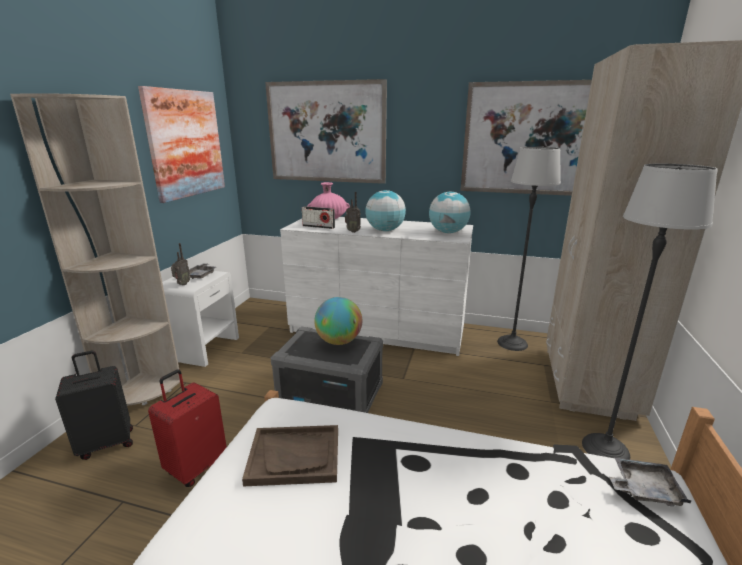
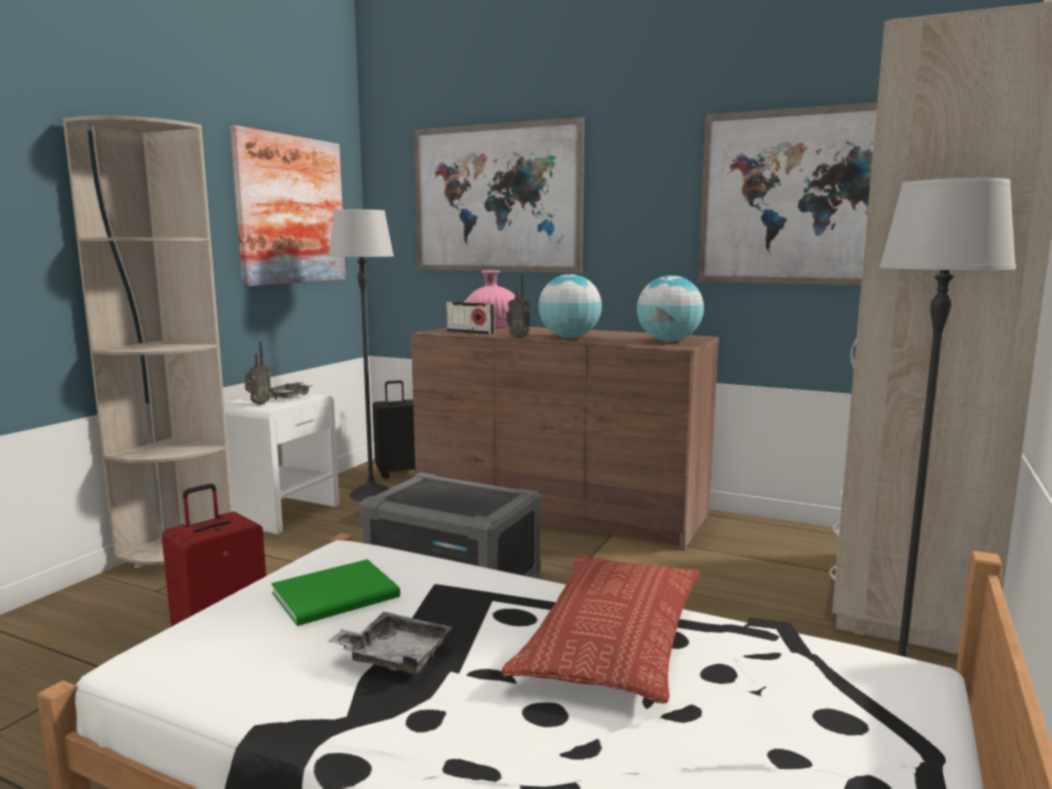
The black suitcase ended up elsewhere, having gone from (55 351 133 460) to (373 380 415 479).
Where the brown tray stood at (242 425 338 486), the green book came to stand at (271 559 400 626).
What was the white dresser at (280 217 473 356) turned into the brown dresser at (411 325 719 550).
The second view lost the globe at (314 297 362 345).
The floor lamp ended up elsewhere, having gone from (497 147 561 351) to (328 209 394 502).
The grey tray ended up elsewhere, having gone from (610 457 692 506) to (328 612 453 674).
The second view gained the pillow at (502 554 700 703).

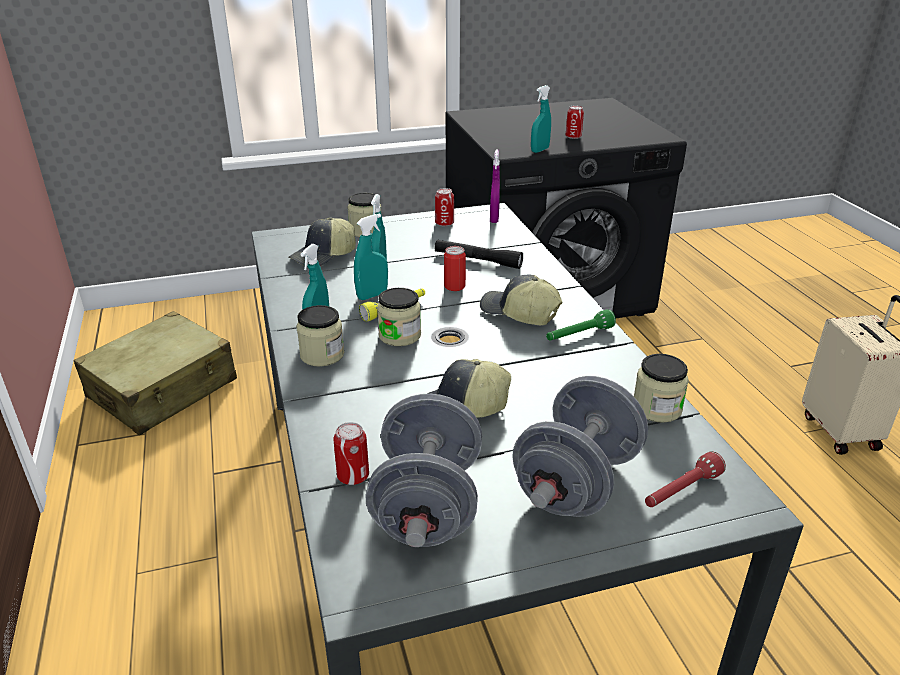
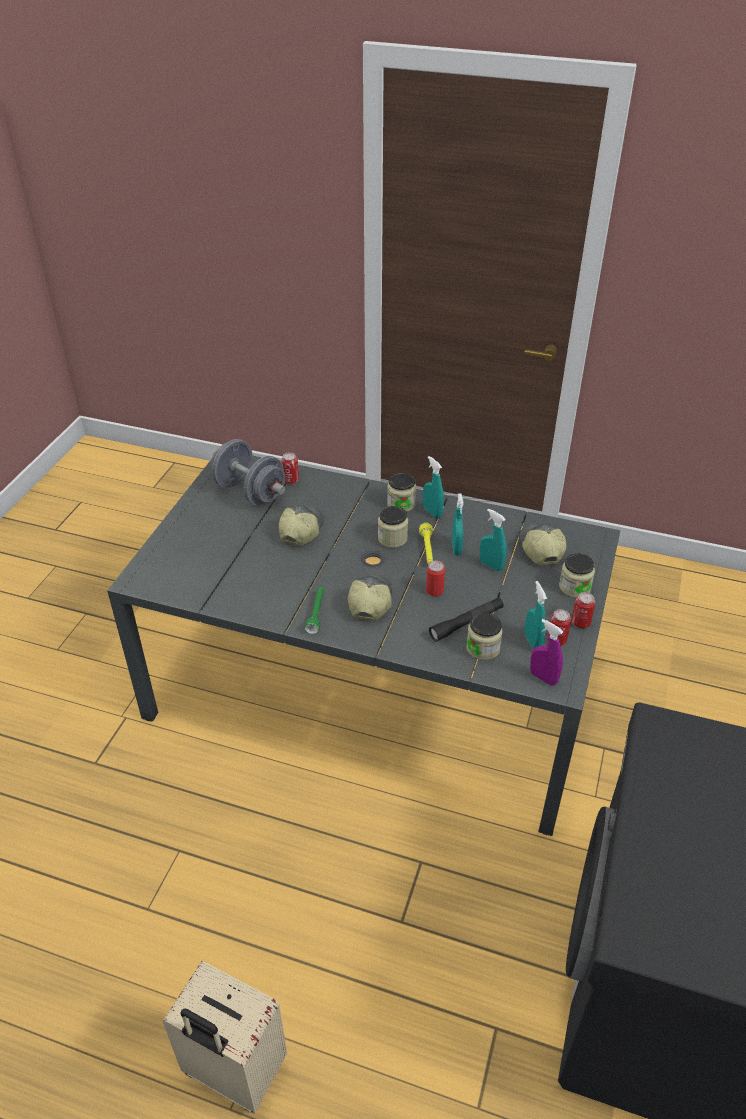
The second view lost the beige suitcase at (74 311 237 435).
The cap at (480 275 562 326) ended up facing another way, 60 degrees counterclockwise from before.
The second view lost the grey dumbbell at (512 376 648 517).
The turquoise spray bottle ended up elsewhere, having gone from (531 85 551 153) to (525 581 547 649).
The can ended up elsewhere, having gone from (566 106 584 139) to (571 592 595 628).
The jar ended up elsewhere, having gone from (634 354 689 423) to (466 613 503 660).
The second view lost the red flashlight at (645 451 726 507).

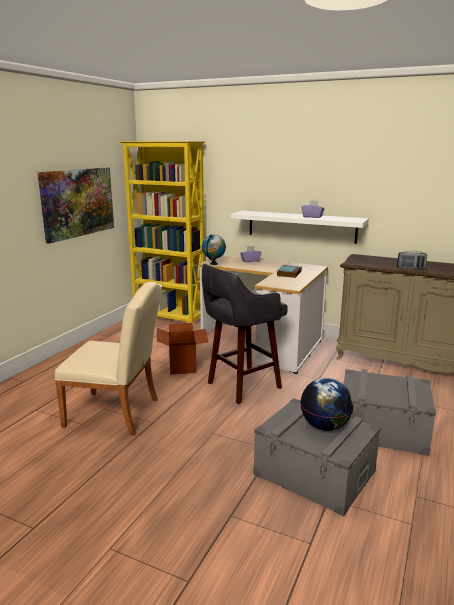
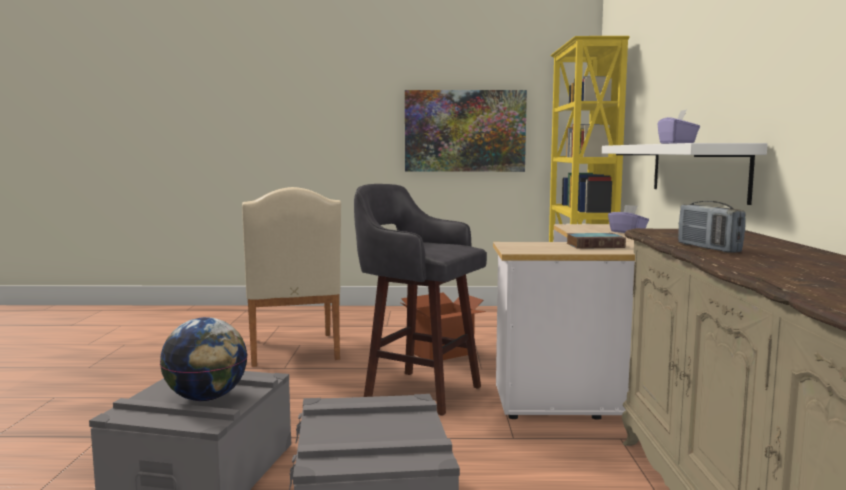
The second view lost the globe at (202 235 226 265).

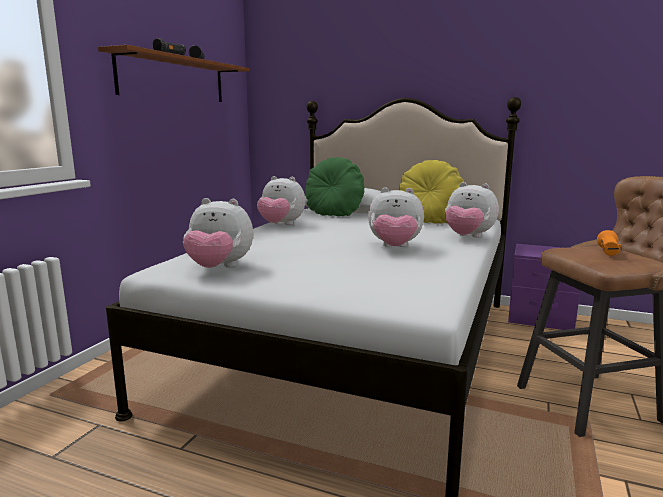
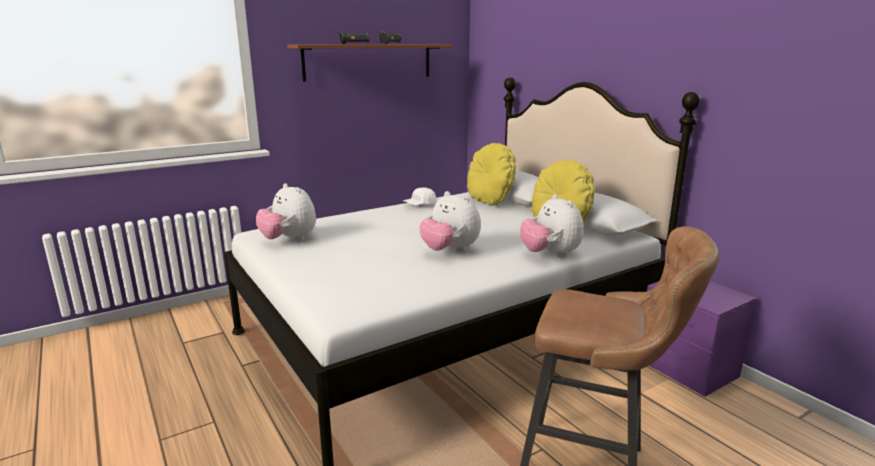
Where the plush toy stood at (257 176 305 225), the white cap came to stand at (403 188 436 205).
What was the green pillow at (305 157 364 216) turned into the yellow pillow at (467 143 516 205).
The second view lost the orange flashlight at (597 230 621 256).

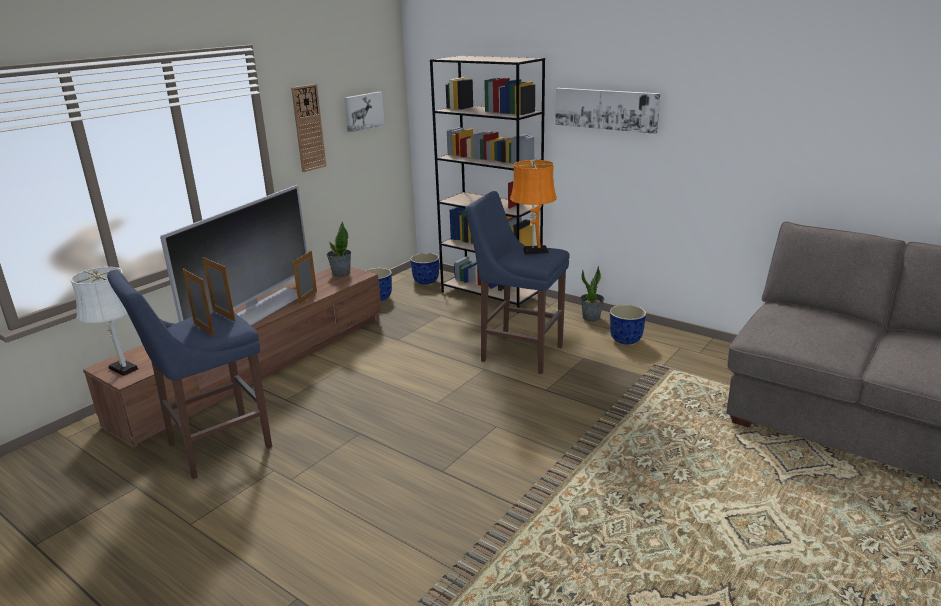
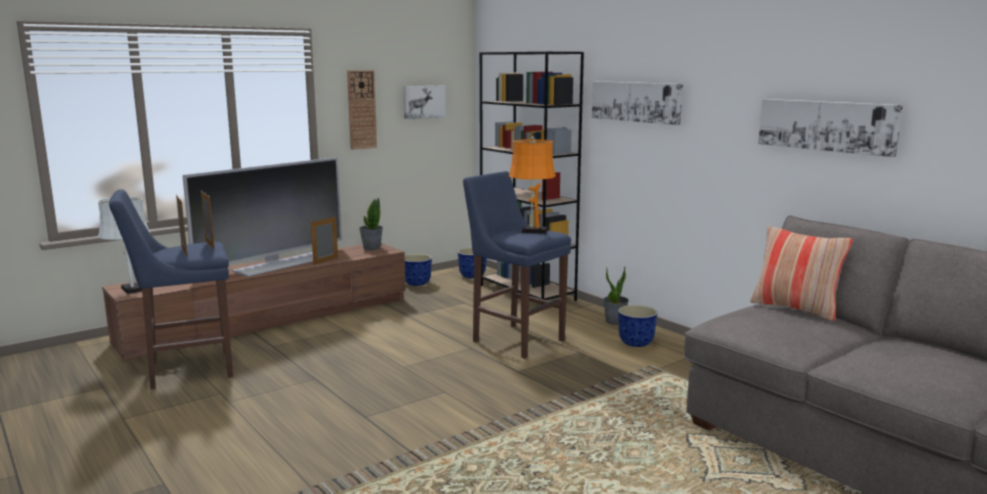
The second view gained the pillow at (750 226 853 321).
The second view gained the picture at (758 99 903 157).

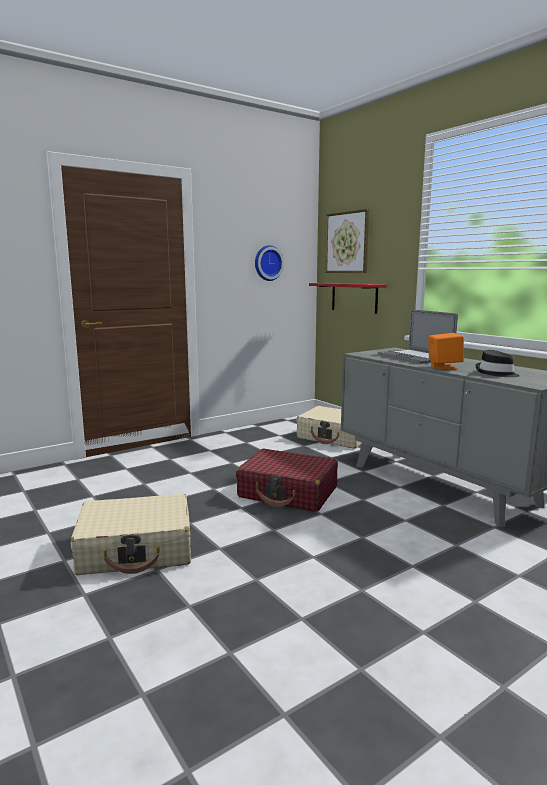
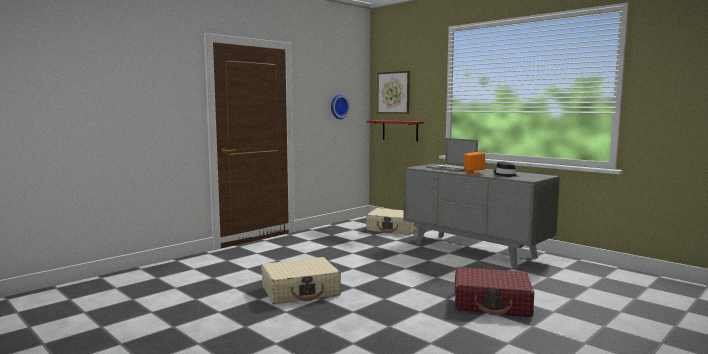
The red suitcase ended up elsewhere, having gone from (236 449 338 512) to (455 267 534 317).

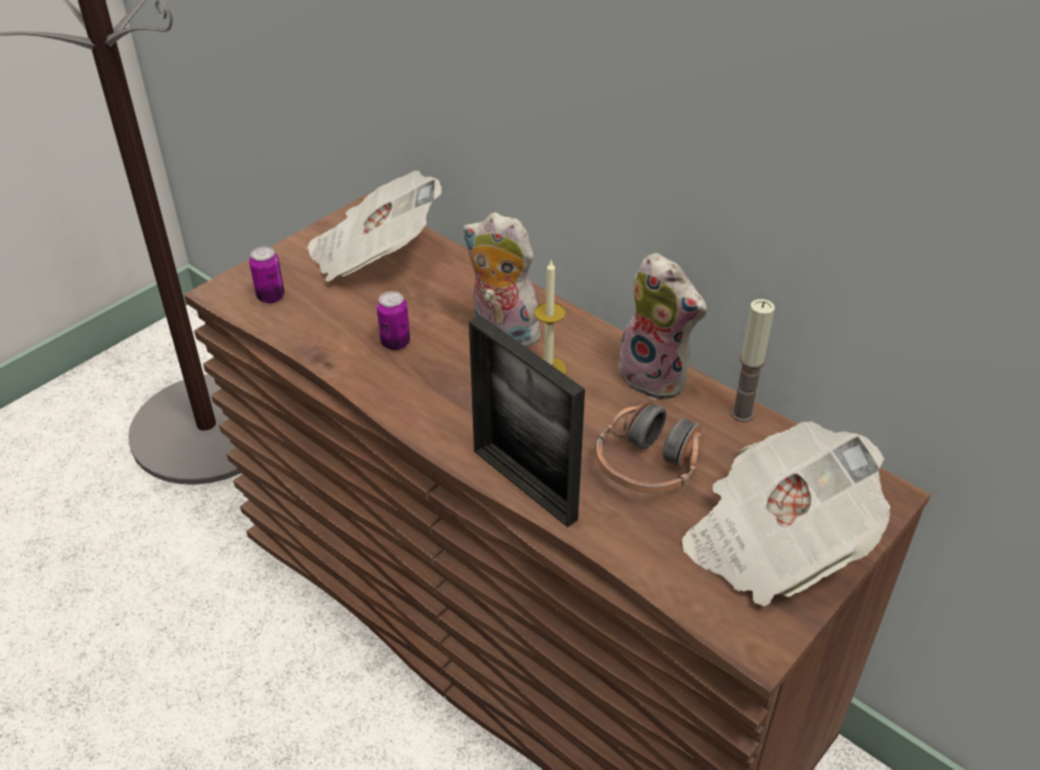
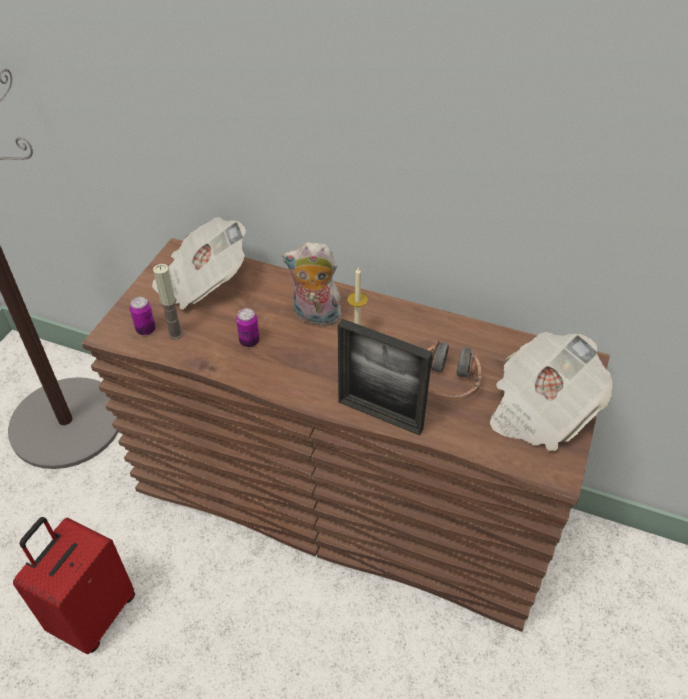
The second view lost the plush toy at (617 253 707 400).
The candle ended up elsewhere, having gone from (731 299 775 422) to (153 264 183 340).
The second view gained the red suitcase at (13 517 135 654).

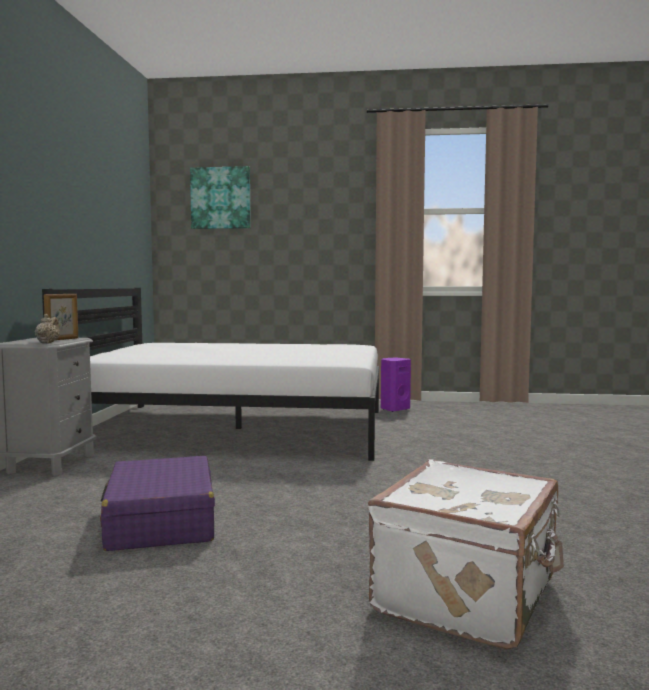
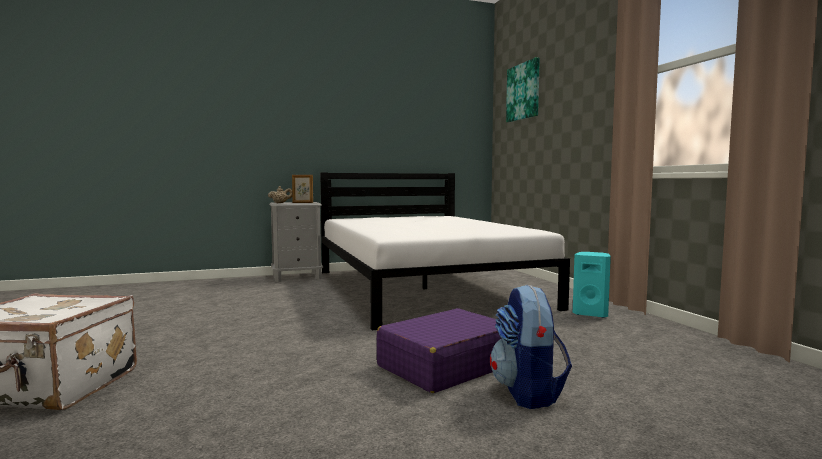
The purple suitcase ended up elsewhere, having gone from (100 456 215 551) to (377 308 502 393).
What was the purple speaker at (381 358 411 412) turned into the turquoise speaker at (573 252 611 318).
The second view gained the backpack at (490 285 572 409).

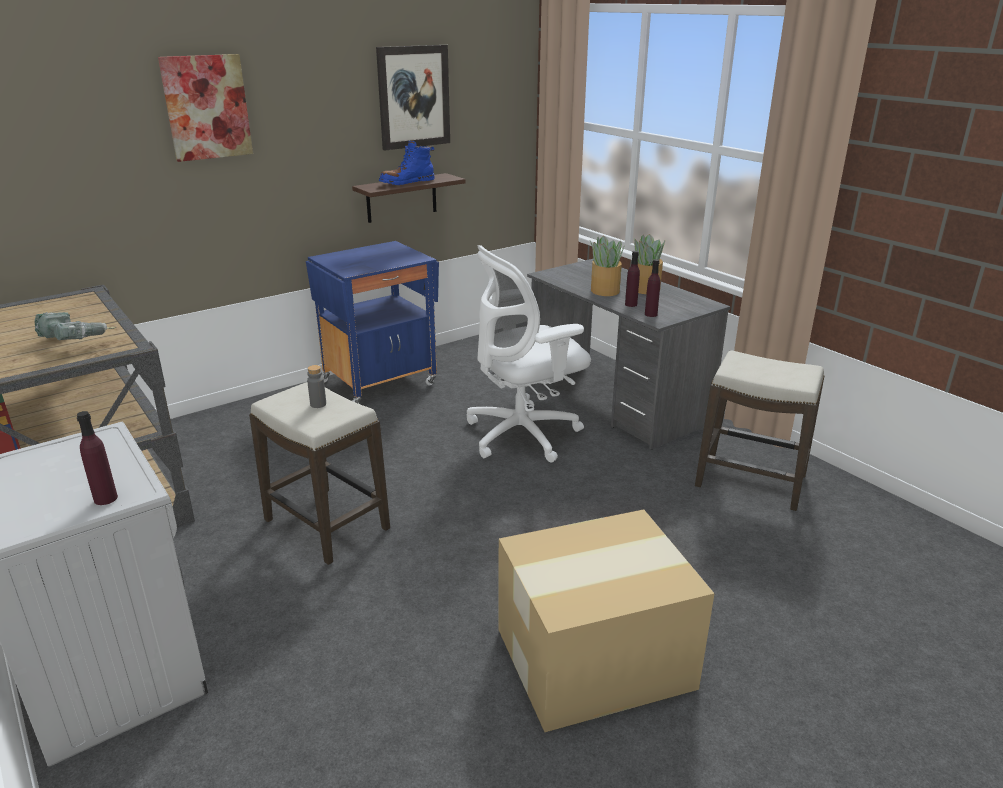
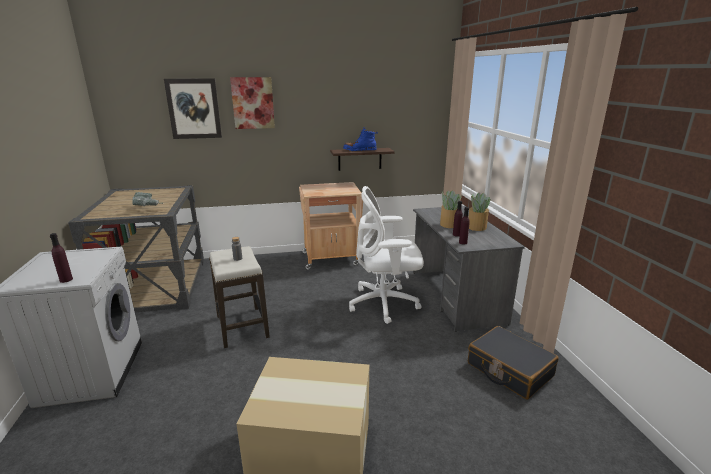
What was the blue cart at (306 241 439 404) turned into the brown cart at (299 182 363 269).
The picture ended up elsewhere, having gone from (376 45 450 150) to (164 78 222 139).
Where the stool stood at (695 351 824 511), the black suitcase came to stand at (468 326 559 400).

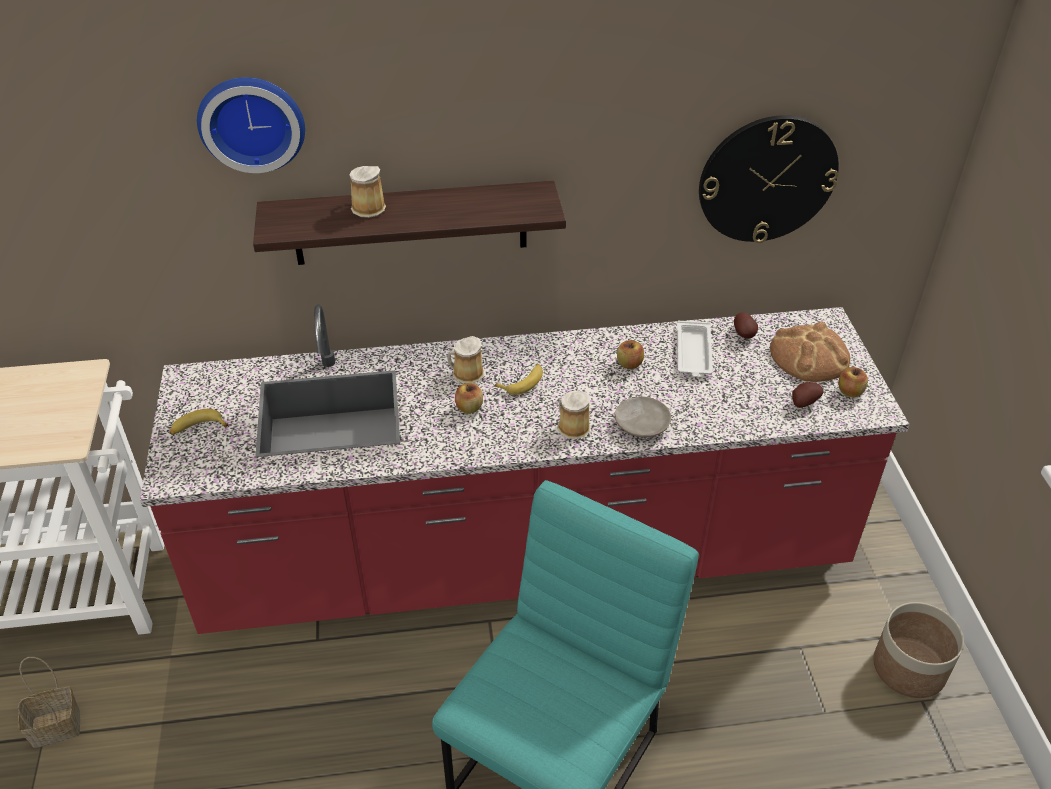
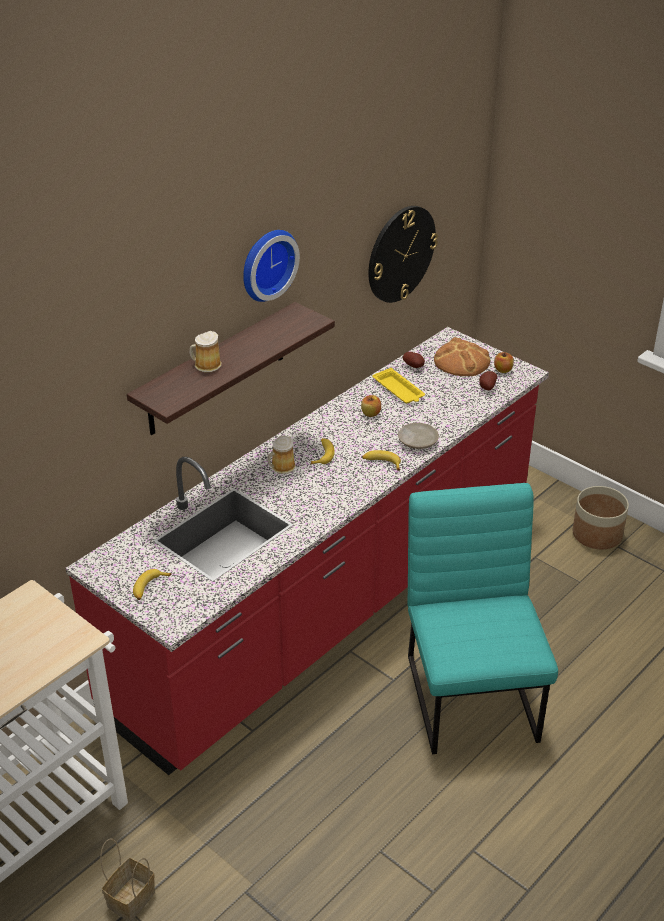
The wall clock ended up elsewhere, having gone from (197 77 305 173) to (243 230 300 302).
The second view lost the apple at (455 383 483 414).
Where the mug stood at (557 391 590 439), the banana came to stand at (362 450 401 471).
What was the white tray at (677 321 713 377) turned into the yellow tray at (372 368 425 403).

